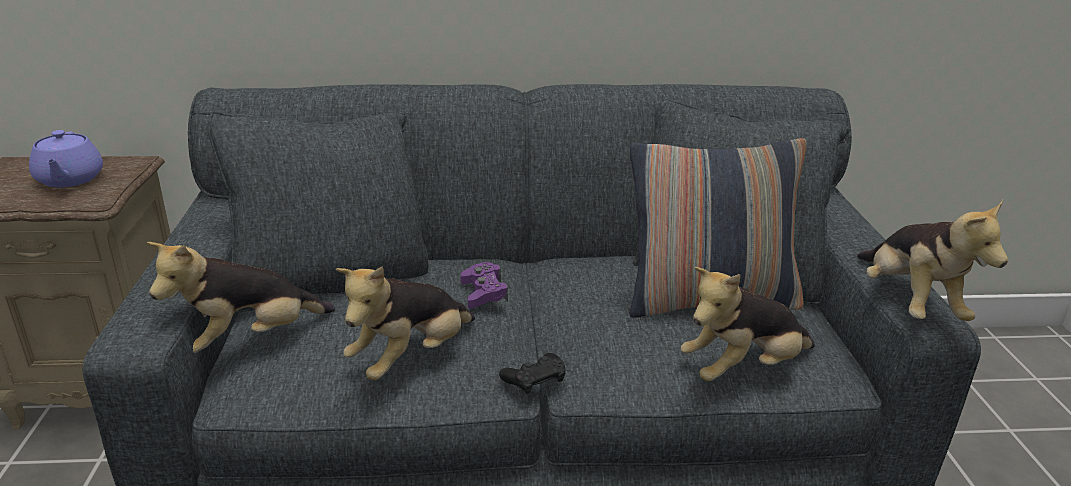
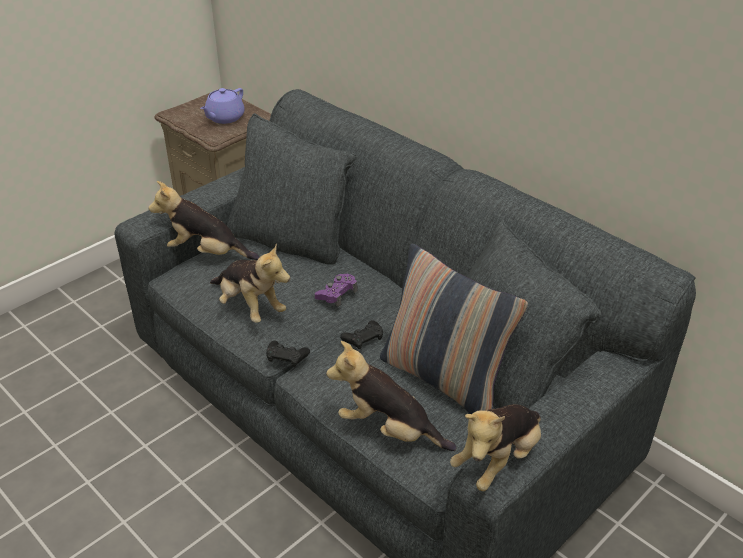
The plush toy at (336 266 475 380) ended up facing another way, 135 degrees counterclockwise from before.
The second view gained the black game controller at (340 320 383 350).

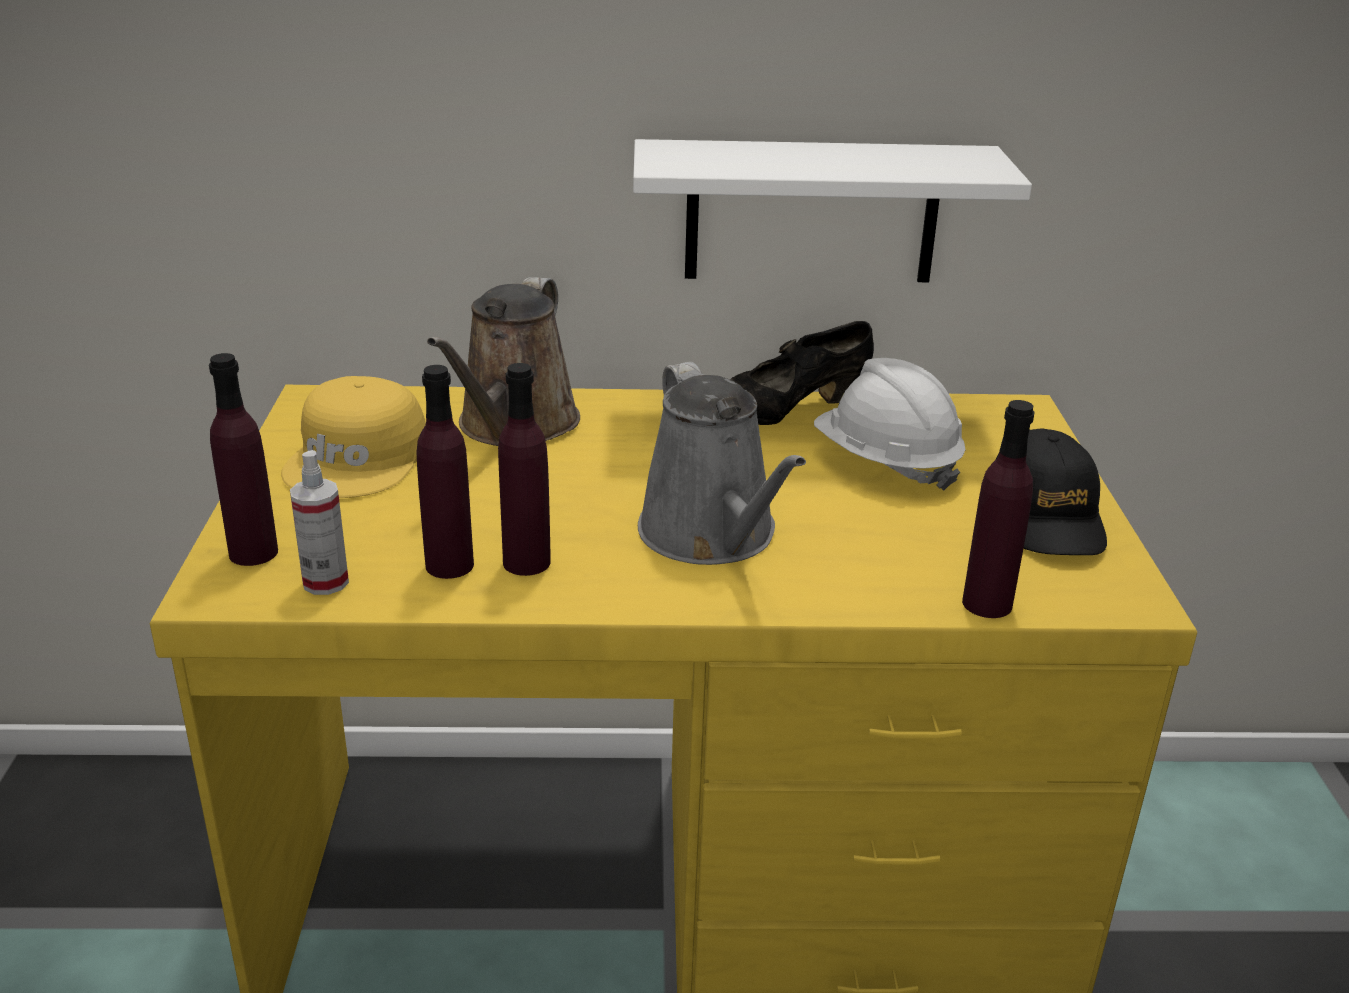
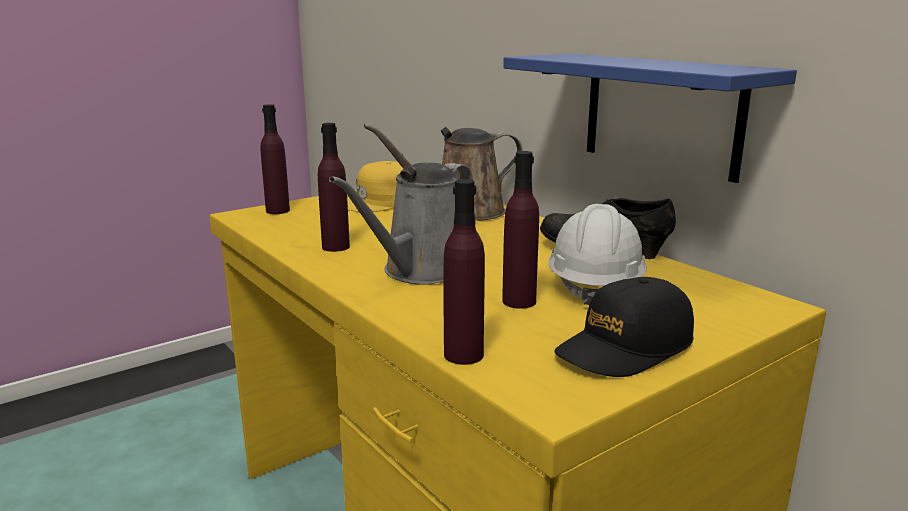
The second view lost the spray bottle at (290 450 349 595).
The purple bottle ended up elsewhere, having gone from (417 365 474 579) to (502 151 539 309).
What was the white shelf at (633 139 1032 282) turned into the blue shelf at (503 54 797 183).

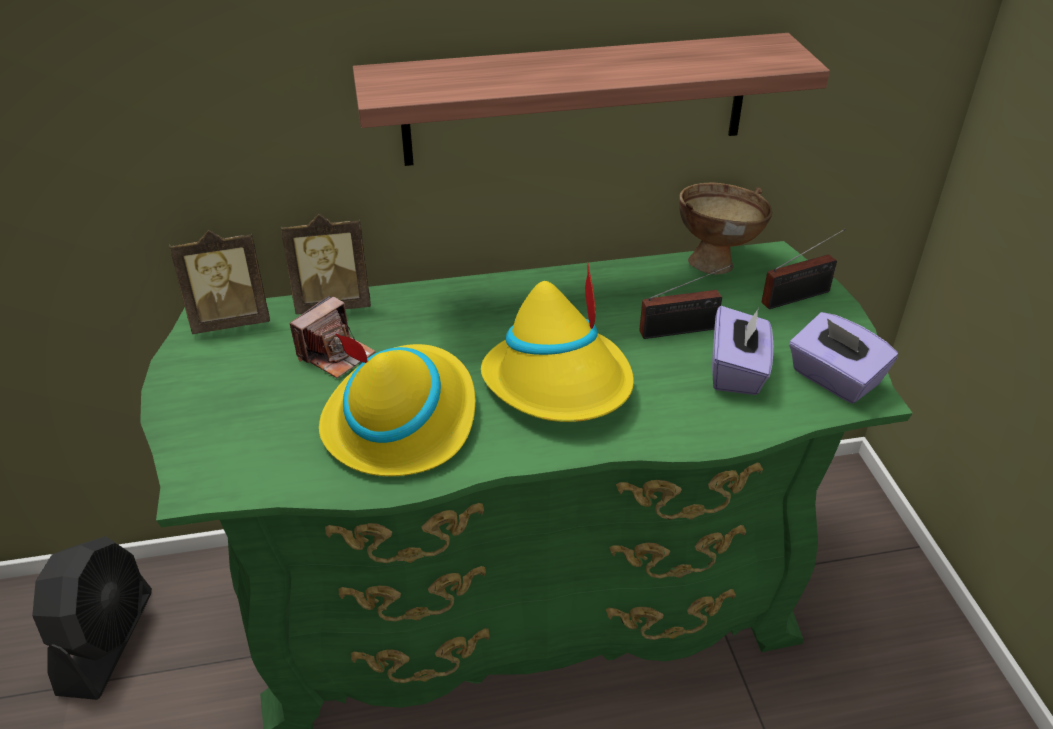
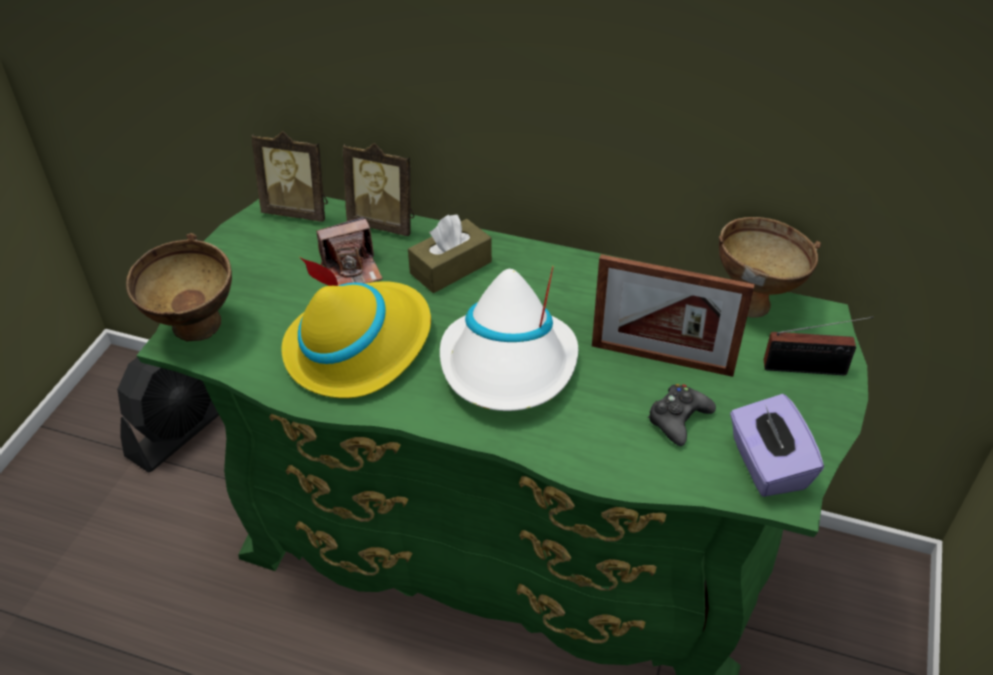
The second view lost the shelf at (353 33 830 166).
What was the yellow hat at (481 263 634 422) turned into the white hat at (440 266 578 411).
Where the radio stood at (639 265 732 339), the picture frame came to stand at (592 254 755 377).
Where the purple tissue box stood at (712 306 773 395), the black game controller came to stand at (648 384 716 446).
The second view gained the brown bowl at (126 233 232 342).
The second view gained the brown tissue box at (408 214 492 293).

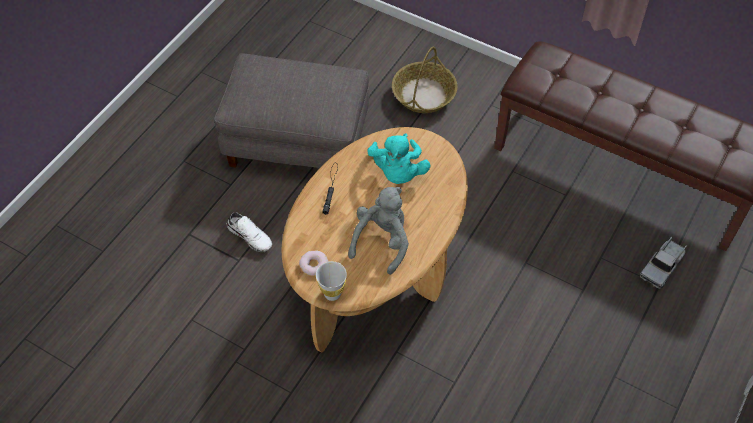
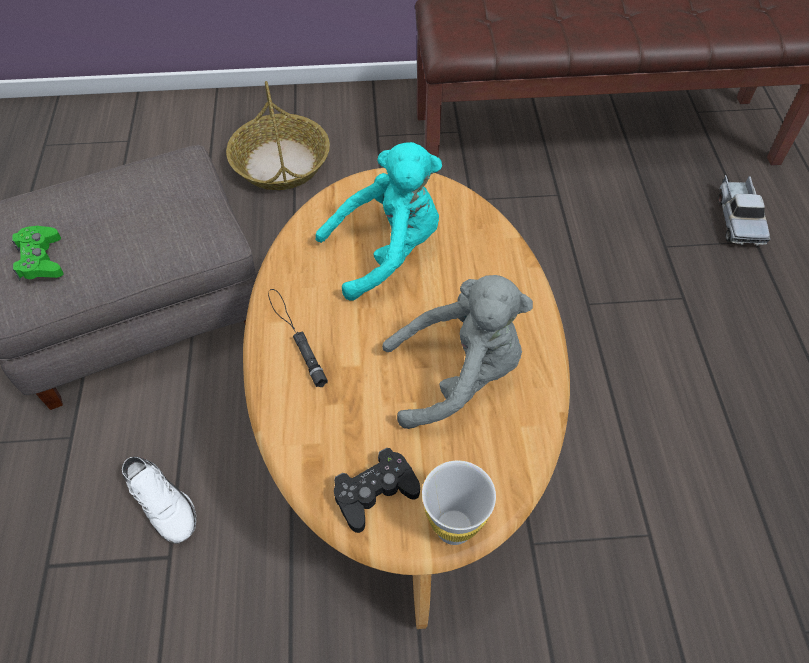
The white shoe at (227 213 272 252) ended up facing another way, 45 degrees clockwise from before.
Where the donut stood at (299 250 329 276), the black game controller came to stand at (334 448 420 533).
The grey plush toy at (348 187 409 275) ended up facing another way, 90 degrees clockwise from before.
The turquoise plush toy at (367 133 430 184) ended up facing another way, 75 degrees counterclockwise from before.
The second view gained the green game controller at (12 226 64 281).

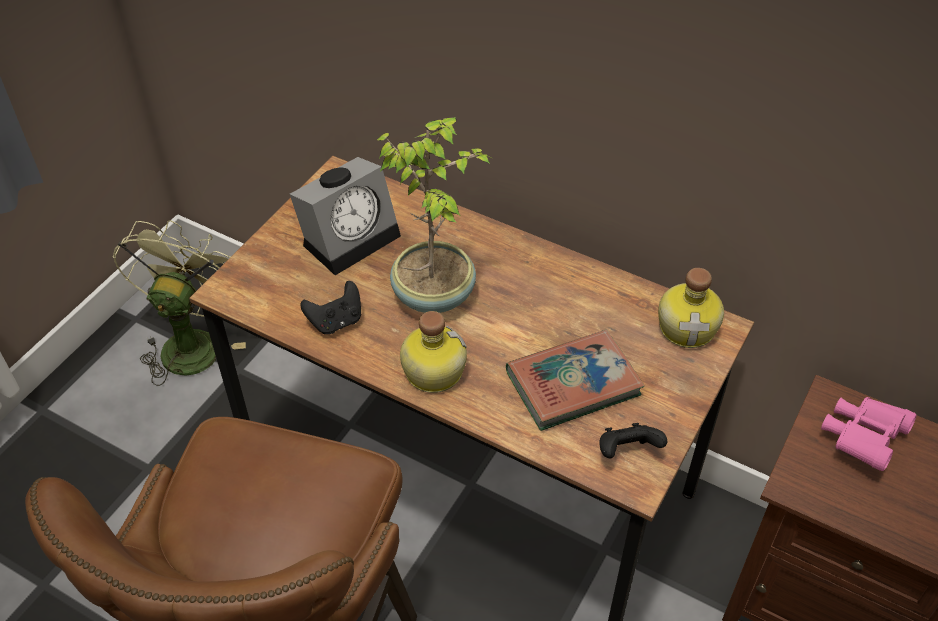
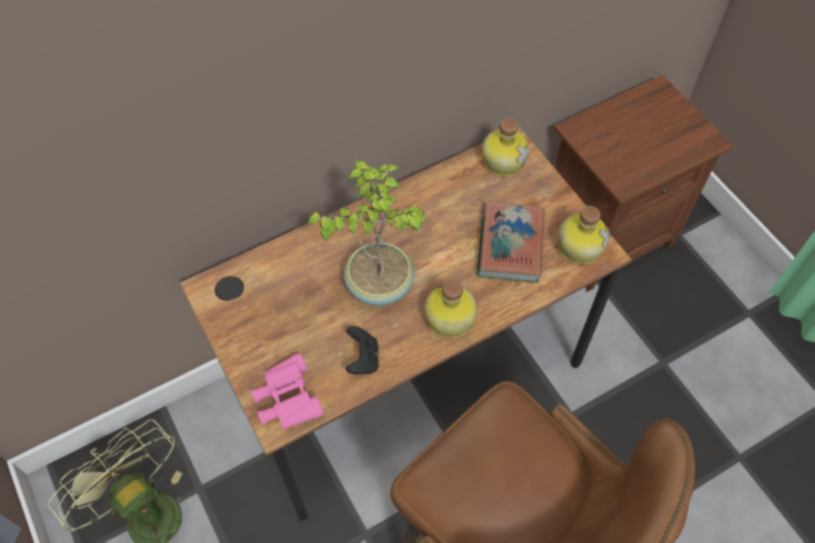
The second view lost the alarm clock at (290 157 401 275).
Where the black game controller stood at (600 423 667 458), the bottle came to stand at (558 206 609 264).
The pink binoculars ended up elsewhere, having gone from (821 397 917 471) to (251 353 324 430).

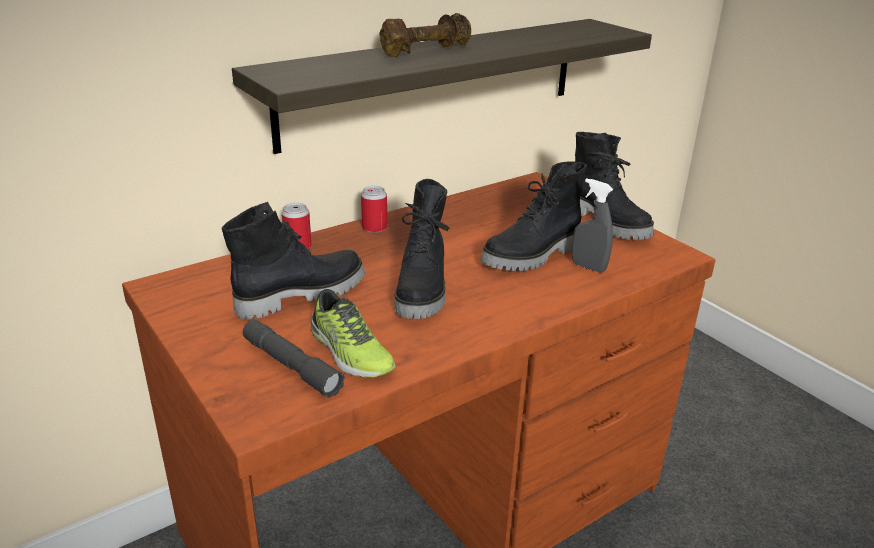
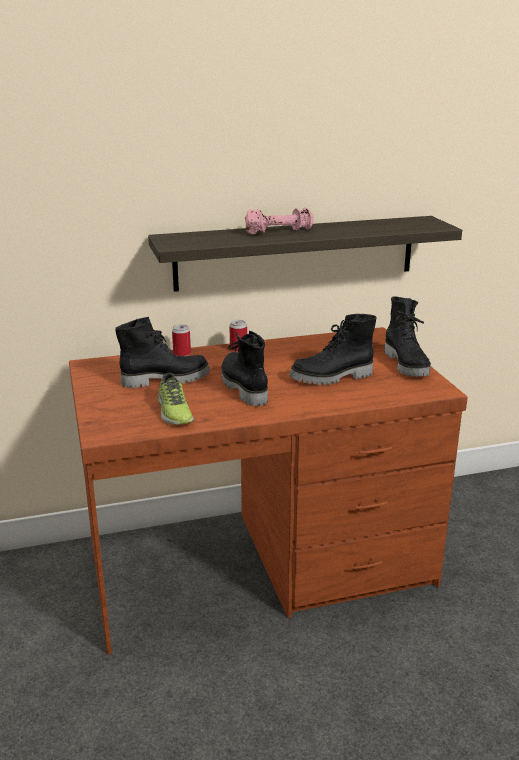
The second view lost the grey flashlight at (243 320 345 398).
What was the brown dumbbell at (379 13 471 57) turned into the pink dumbbell at (245 208 314 234).
The black boot at (394 179 450 319) ended up facing another way, 135 degrees clockwise from before.
The second view lost the grey spray bottle at (572 178 613 273).

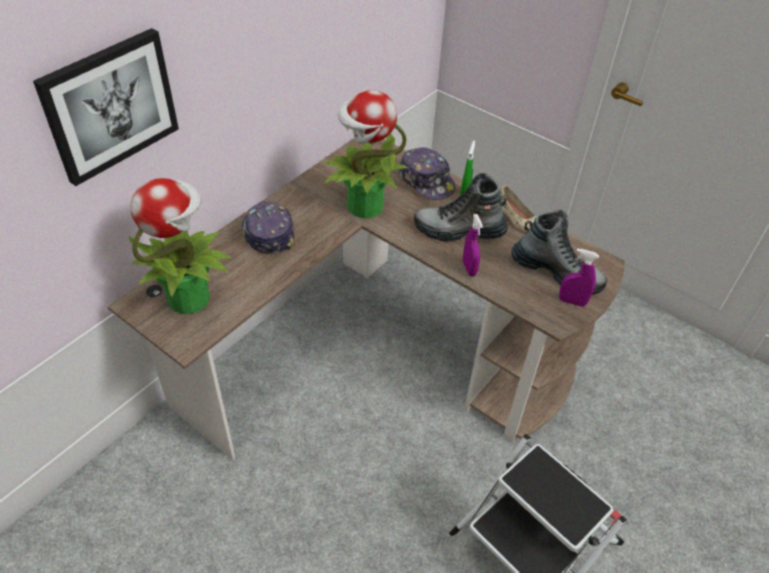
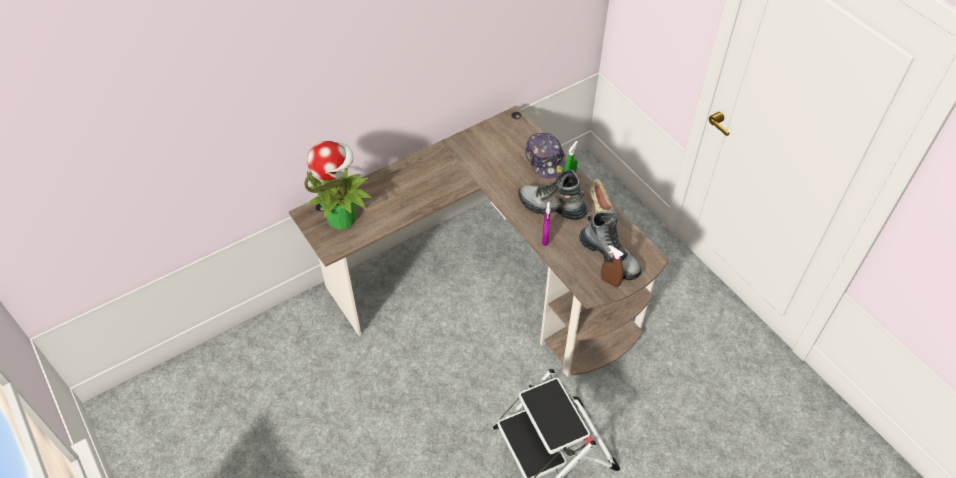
The second view lost the picture at (33 28 179 186).
The second view lost the cap at (241 201 295 254).
The second view lost the potted plant at (323 90 408 219).
What was the purple spray bottle at (559 248 599 307) turned into the brown spray bottle at (601 245 624 287).

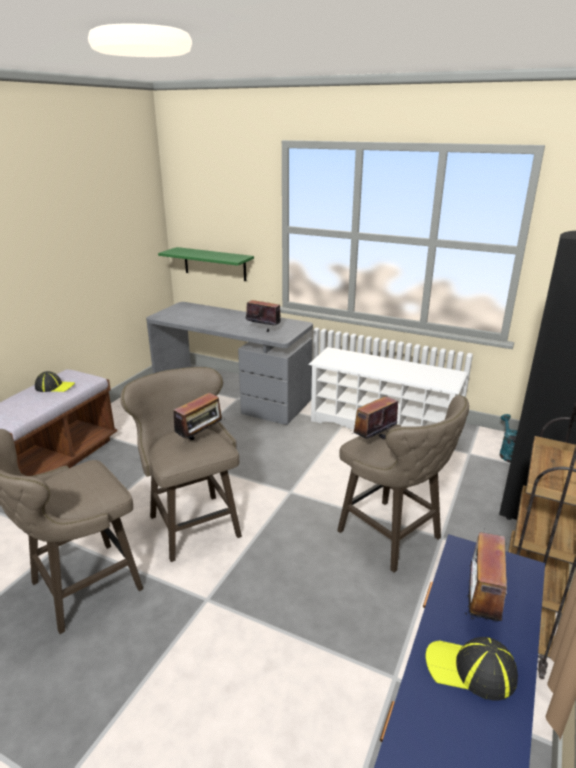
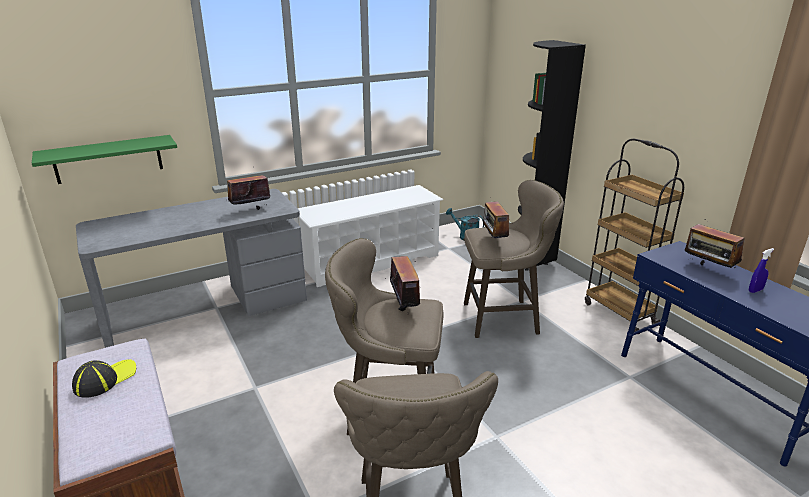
Where the cap stood at (426 637 518 700), the blue spray bottle came to stand at (749 248 774 293).

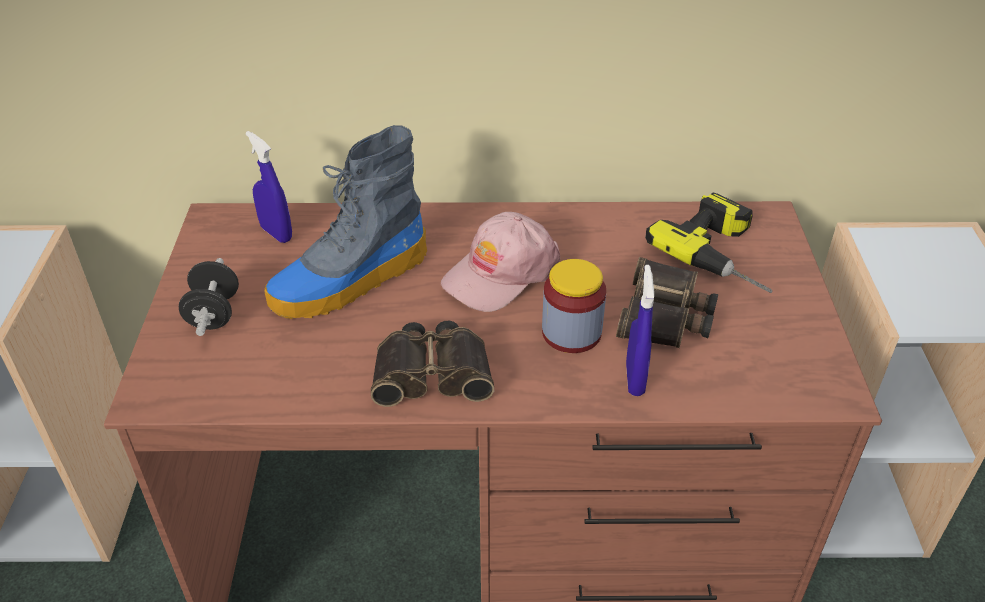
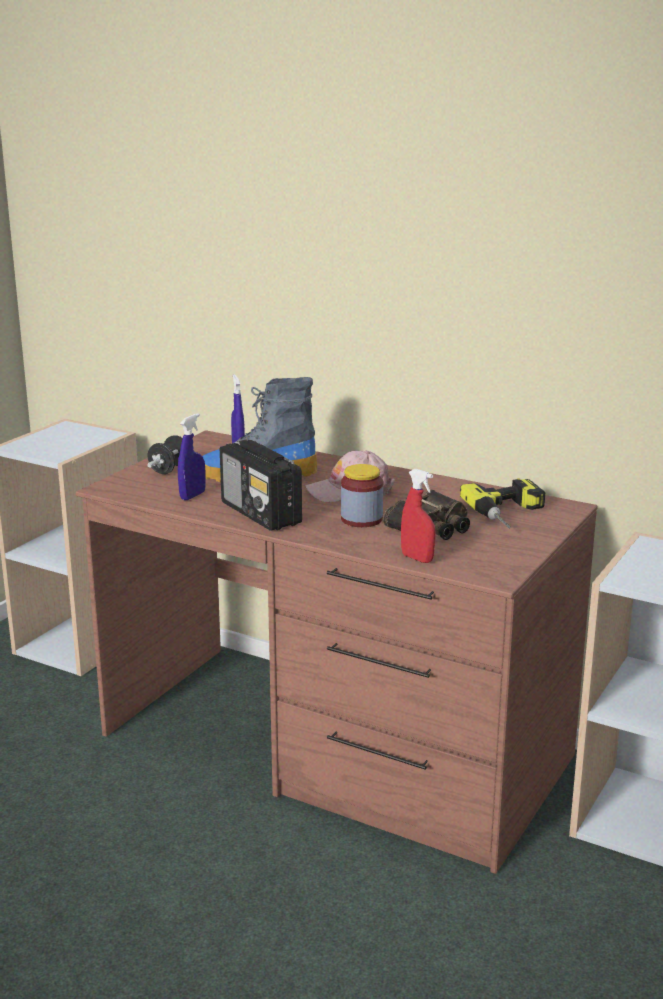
Where the binoculars stood at (371 321 494 407), the radio came to stand at (220 439 302 531).
The blue spray bottle ended up elsewhere, having gone from (626 265 654 396) to (178 413 206 500).
The second view gained the red spray bottle at (401 468 435 563).

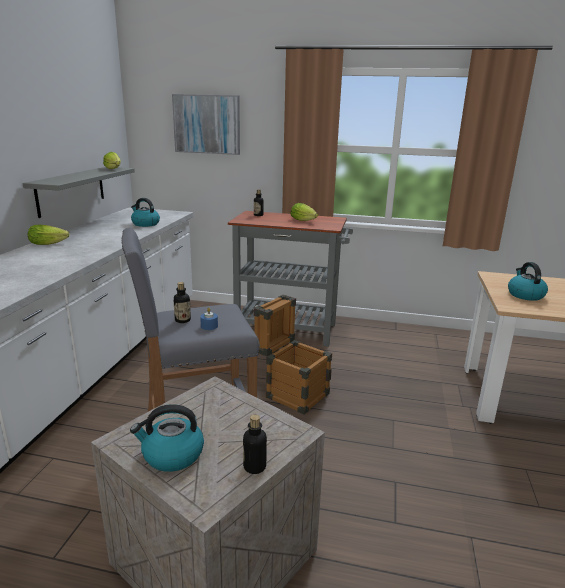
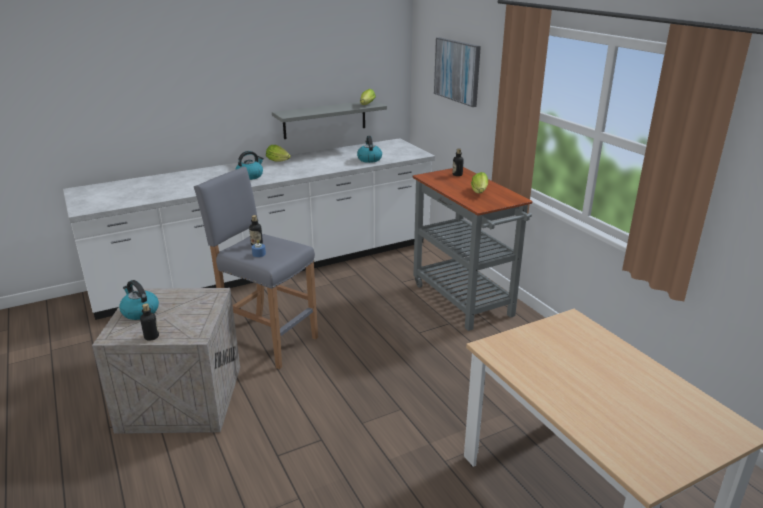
The second view lost the crate at (254 295 332 415).
The kettle ended up elsewhere, having gone from (508 262 548 301) to (235 151 264 180).

